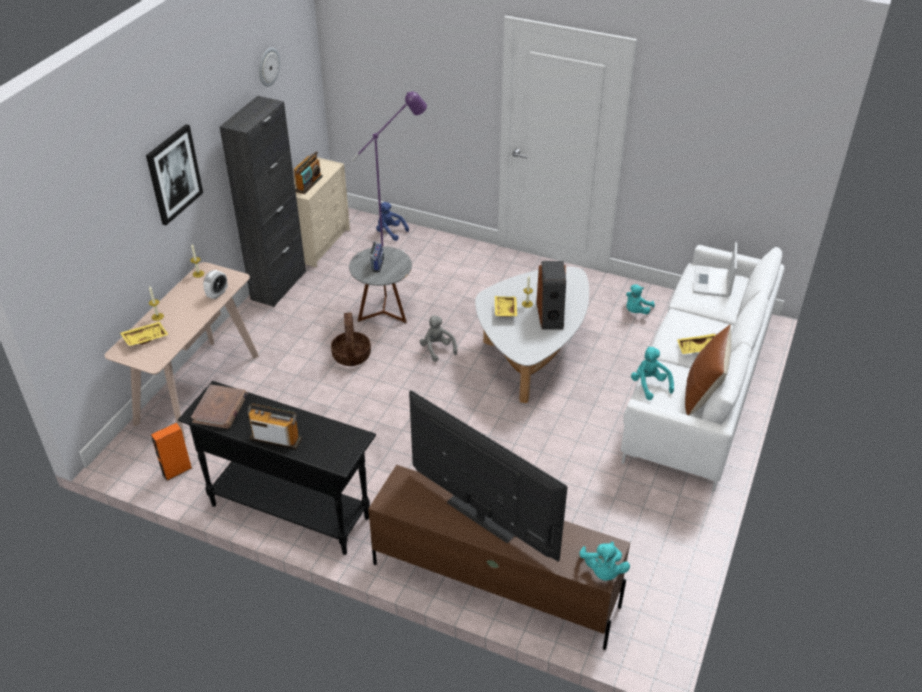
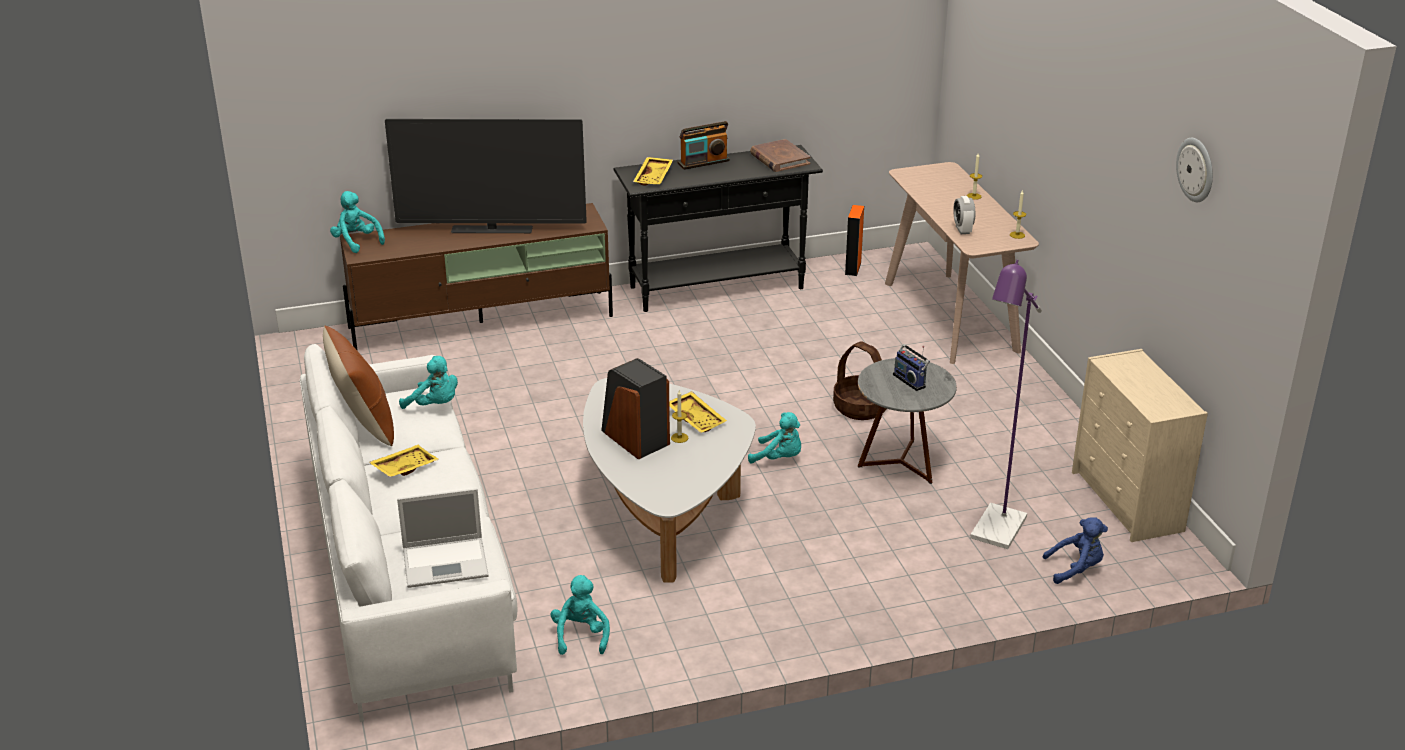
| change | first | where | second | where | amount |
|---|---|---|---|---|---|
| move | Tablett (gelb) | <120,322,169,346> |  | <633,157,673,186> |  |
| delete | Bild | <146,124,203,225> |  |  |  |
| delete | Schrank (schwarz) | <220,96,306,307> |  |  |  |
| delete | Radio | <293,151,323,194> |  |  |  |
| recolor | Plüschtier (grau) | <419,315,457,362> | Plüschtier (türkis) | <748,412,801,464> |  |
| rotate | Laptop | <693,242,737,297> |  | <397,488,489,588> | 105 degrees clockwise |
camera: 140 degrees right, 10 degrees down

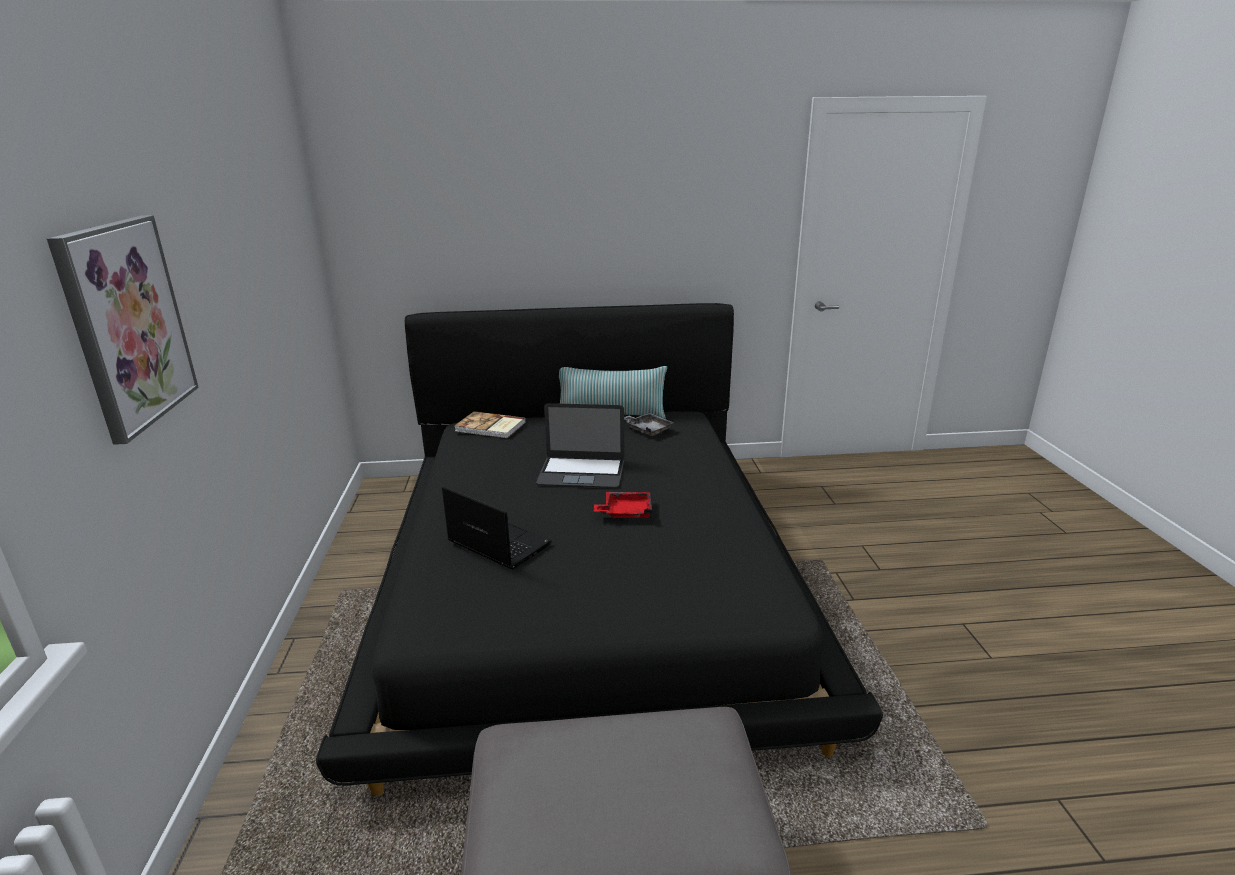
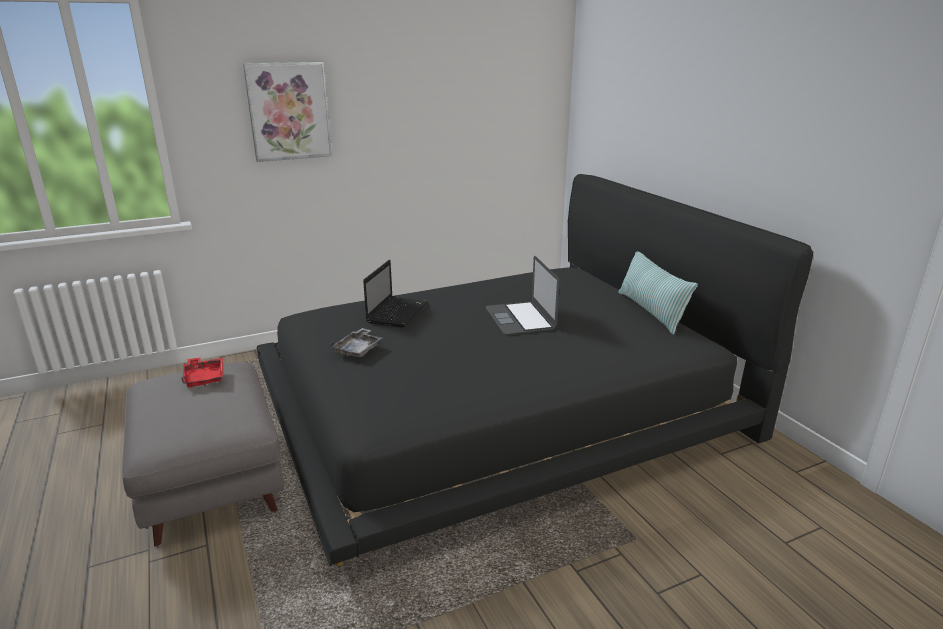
| change | first | where | second | where | amount |
|---|---|---|---|---|---|
| delete | Buch | <454,411,526,438> |  |  |  |
| move | Tablett (rot) | <594,492,652,518> |  | <182,357,224,388> |  |
| move | Tablett (grau) | <624,412,674,436> |  | <330,328,382,357> |  |
camera: 70 degrees right, 0 degrees up

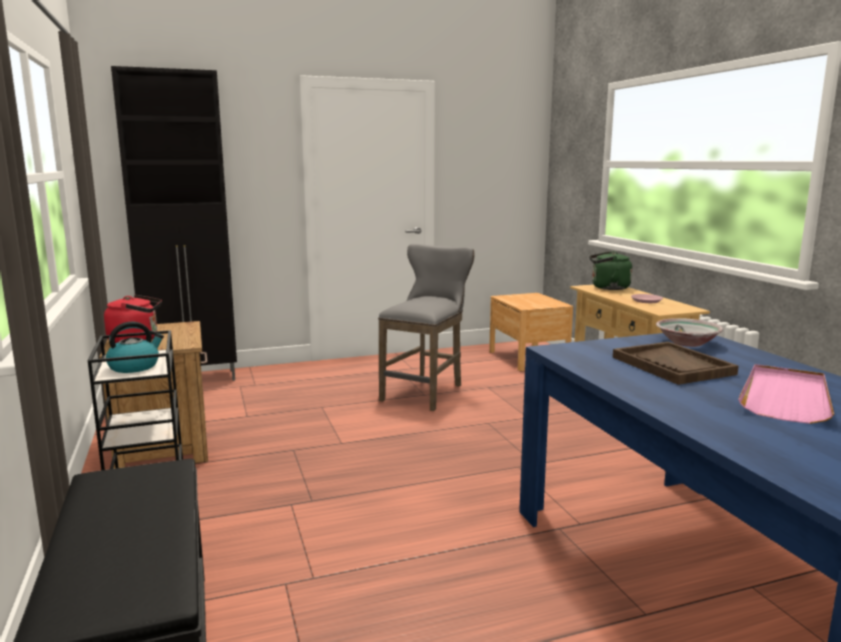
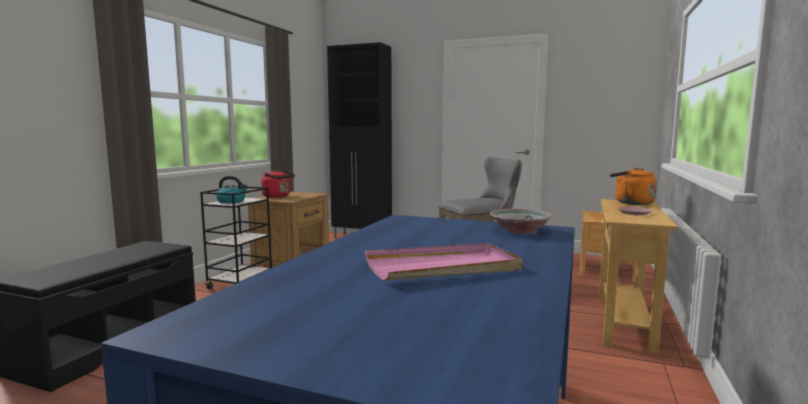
| change | first | where | second | where | amount |
|---|---|---|---|---|---|
| recolor | Wasserkessel (grün) | <589,251,632,290> | Wasserkessel (orange) | <610,167,657,205> |  |
| delete | Tablett (braun) | <613,342,739,385> |  |  |  |
camera: 40 degrees right, 5 degrees down

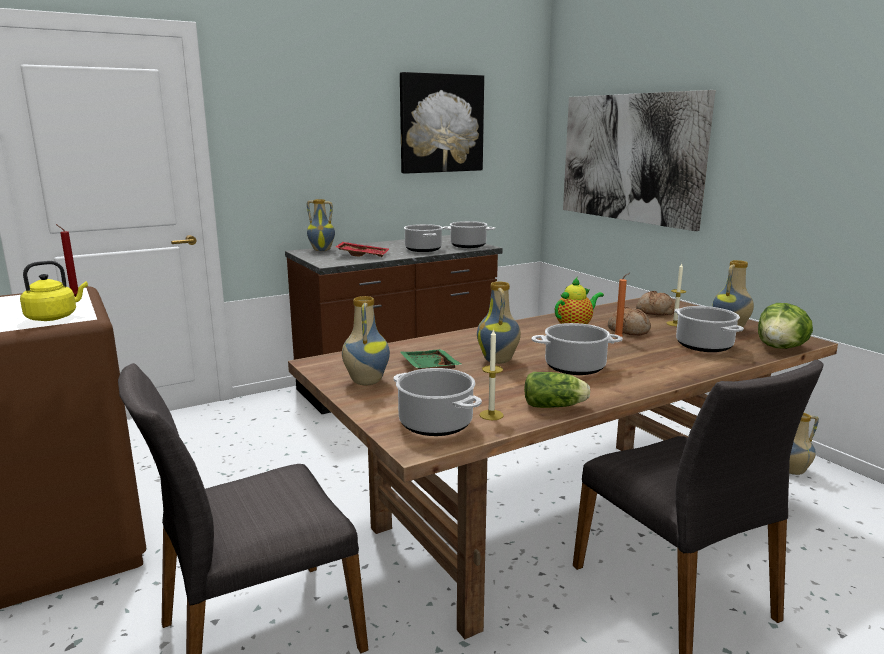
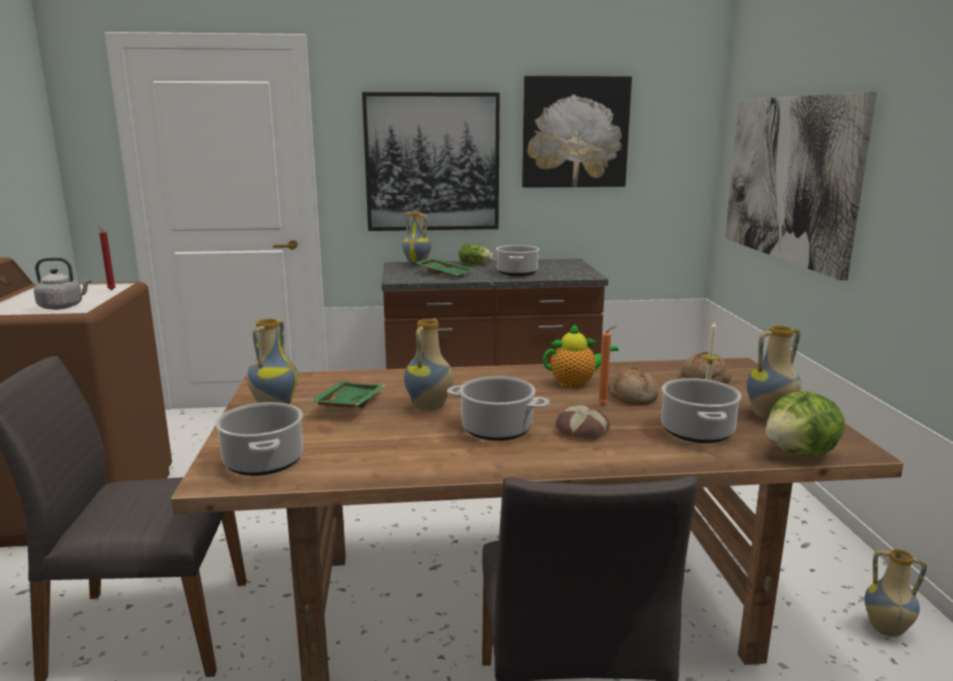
| change | first | where | second | where | amount |
|---|---|---|---|---|---|
| recolor | Wasserkessel (gelb) | <20,261,88,321> | Wasserkessel (grau) | <34,257,92,310> |  |
| recolor | Tablett (rot) | <335,242,389,257> | Tablett (grün) | <416,258,474,278> |  |
| delete | Kochtopf | <442,221,496,248> |  |  |  |
| delete | Kerze | <479,328,504,420> |  |  |  |
| move | Salatkopf | <524,372,590,408> |  | <459,244,493,264> |  |
| insert |  |  | Bild | <362,92,500,231> |  |
| insert |  |  | Brot | <556,405,610,439> |  |
camera: 25 degrees right, 0 degrees up

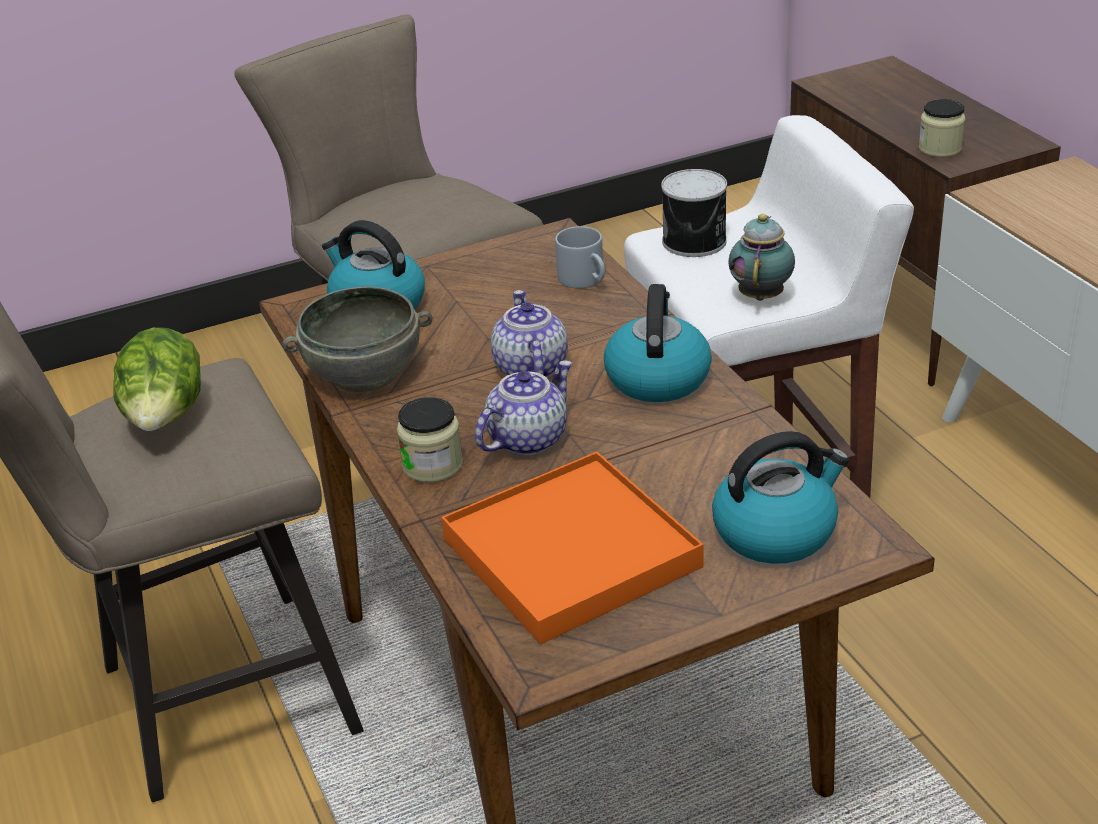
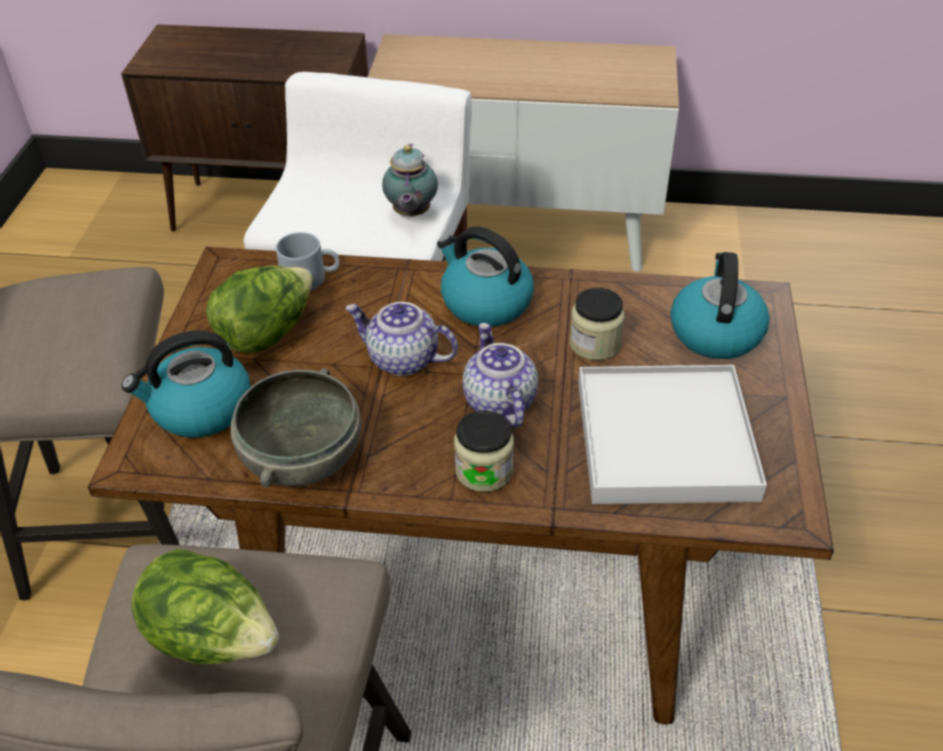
| change | first | where | second | where | amount |
|---|---|---|---|---|---|
| recolor | Tablett (orange) | <441,452,703,644> | Tablett (weiß) | <578,365,767,504> |  |
| delete | Dose | <661,169,727,257> |  |  |  |
| rotate | Teekanne | <728,214,795,301> |  | <382,144,438,217> | 135 degrees counterclockwise |
| move | Vorratsglas | <919,99,965,157> |  | <570,287,625,360> |  |
| insert |  |  | Salatkopf | <206,266,313,353> |  |
camera: 60 degrees left, 10 degrees up

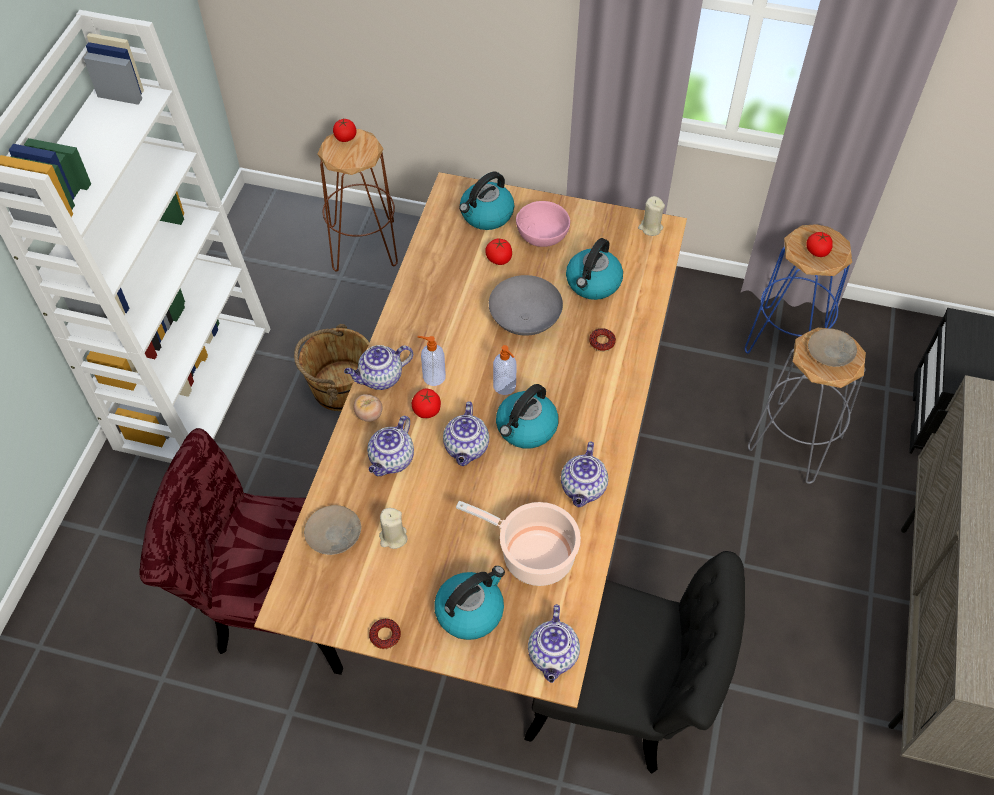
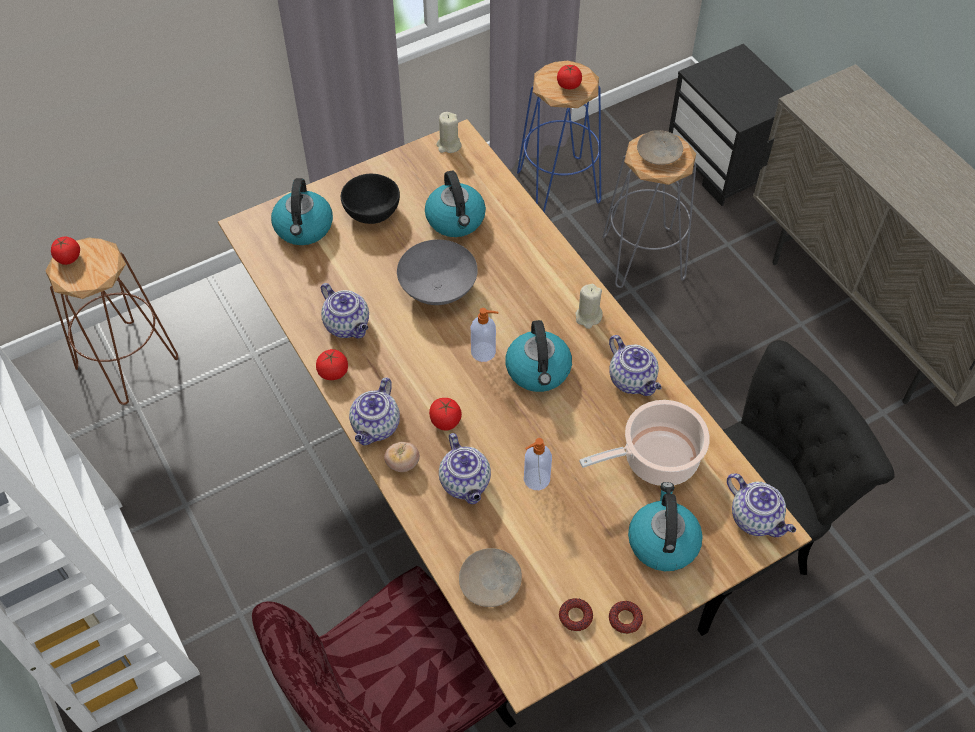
| change | first | where | second | where | amount |
|---|---|---|---|---|---|
| delete | Eimer (braun) | <294,324,369,411> |  |  |  |
| move | Kerze (beige) | <379,508,408,549> |  | <576,284,603,329> |  |
| move | Seifenspender | <418,336,446,386> |  | <524,438,552,490> |  |
| move | Teekanne | <443,401,489,466> |  | <321,283,369,338> |  |
| move | Tomate | <485,239,512,265> |  | <316,349,348,380> |  |
| recolor | Schüssel (rosa) | <516,201,570,247> | Schüssel (schwarz) | <341,174,400,224> |  |
| move | Donut | <589,328,616,352> |  | <559,598,593,632> |  |
camera: 45 degrees left, 0 degrees up

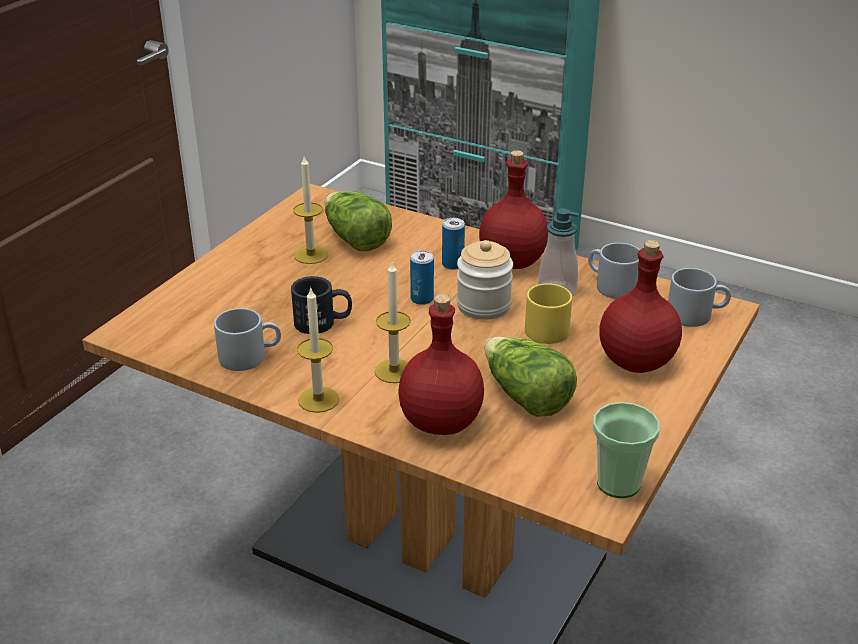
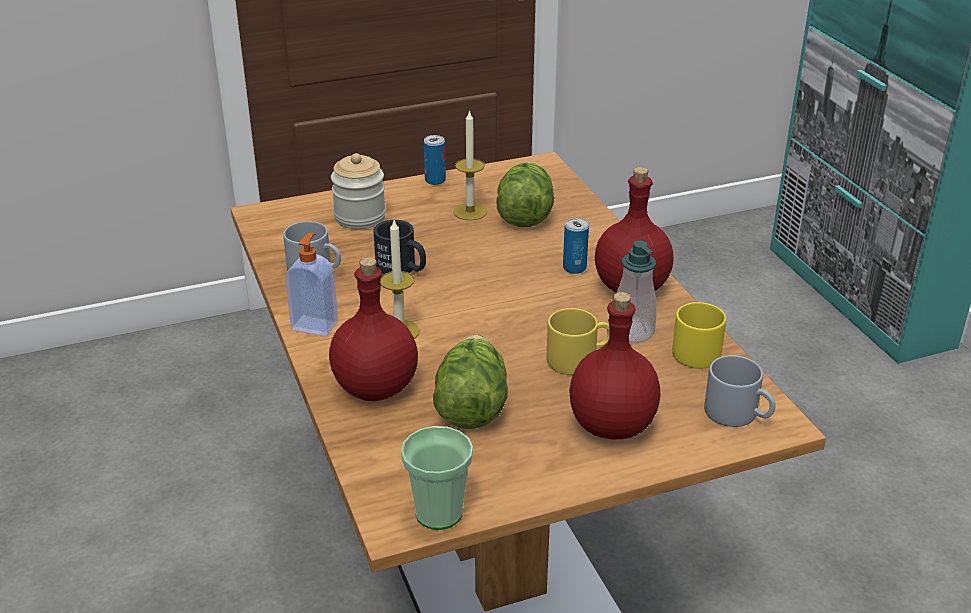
| change | first | where | second | where | amount |
|---|---|---|---|---|---|
| replace | Kerze | <297,287,339,413> | Seifenspender | <285,233,338,337> |  |
| move | Dose | <410,250,434,305> |  | <424,135,446,185> |  |
| move | Vorratsglas | <457,240,513,320> |  | <331,153,386,229> |  |
| recolor | Henkelbecher (grau) | <588,243,640,299> | Henkelbecher (gelb) | <672,302,726,369> |  |
camera: 40 degrees right, 0 degrees up

